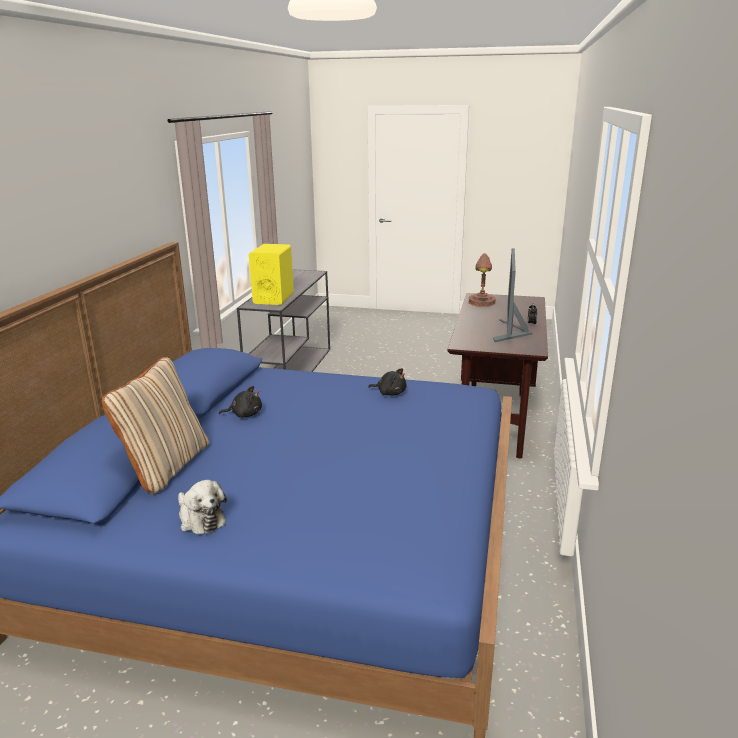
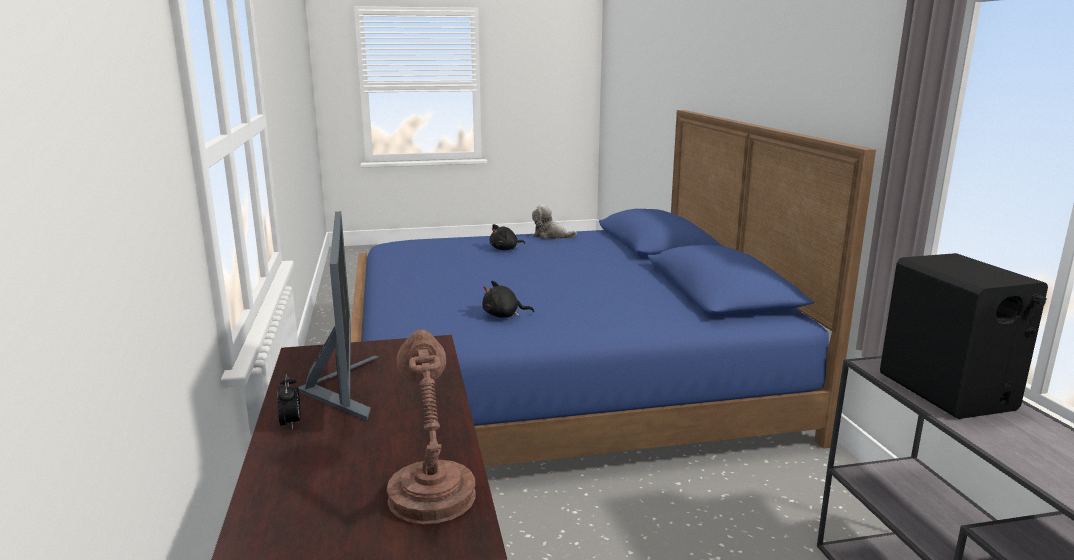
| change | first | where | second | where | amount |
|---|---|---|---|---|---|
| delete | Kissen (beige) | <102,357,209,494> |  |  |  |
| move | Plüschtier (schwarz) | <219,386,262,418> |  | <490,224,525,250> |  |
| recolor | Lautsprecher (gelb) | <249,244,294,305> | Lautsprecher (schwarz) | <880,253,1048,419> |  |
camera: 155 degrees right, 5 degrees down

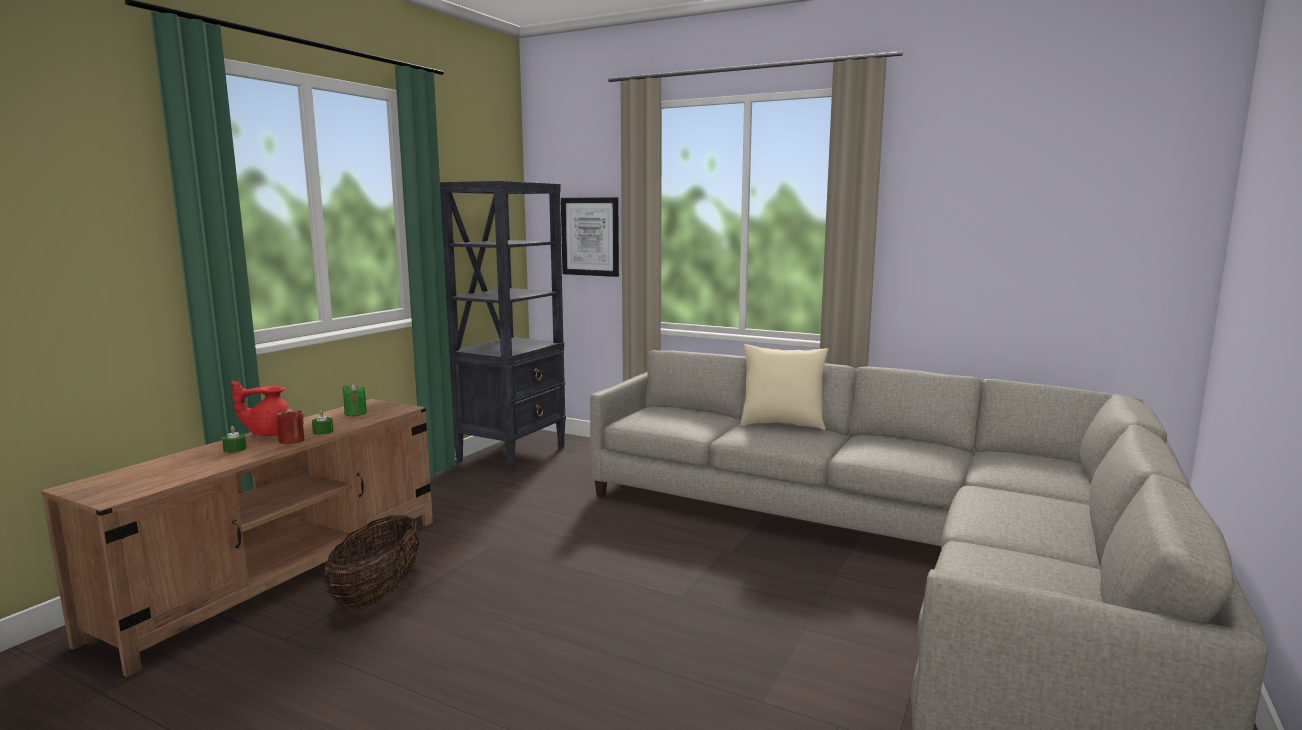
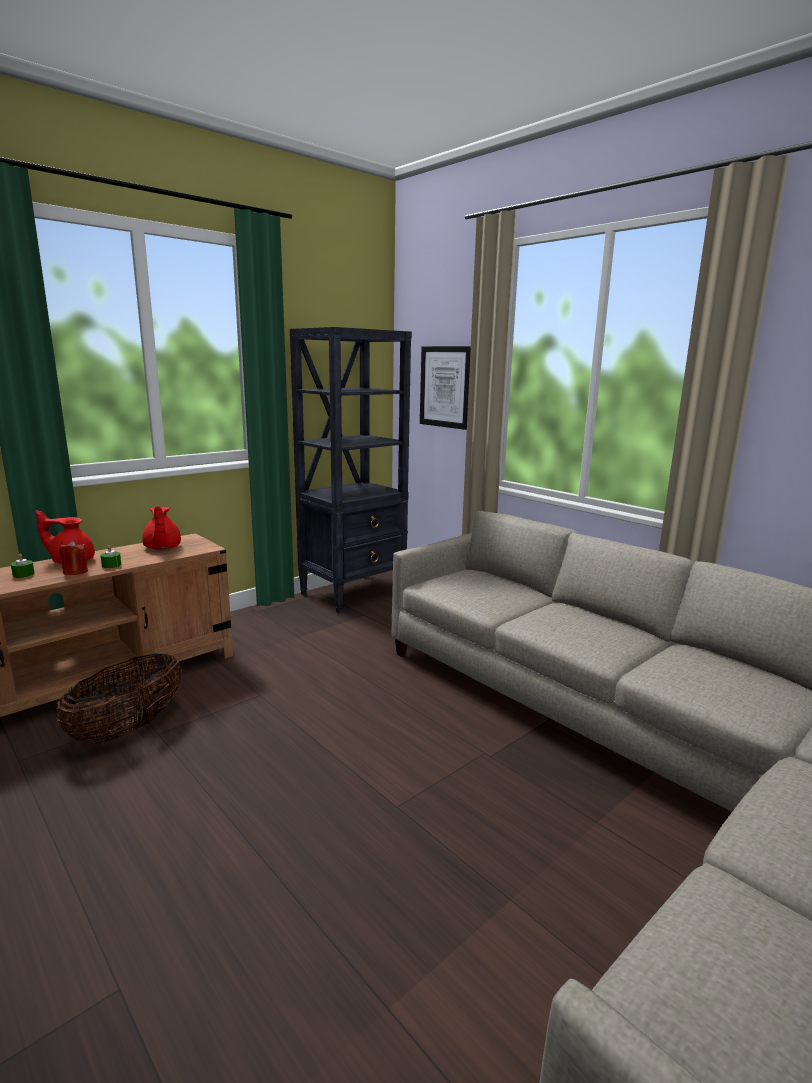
| change | first | where | second | where | amount |
|---|---|---|---|---|---|
| replace | Kerze (grün) | <342,383,367,416> | Teekanne (rot) | <142,506,181,550> |  |
| delete | Kissen (beige) | <740,344,829,430> |  |  |  |
camera: 20 degrees right, 5 degrees up

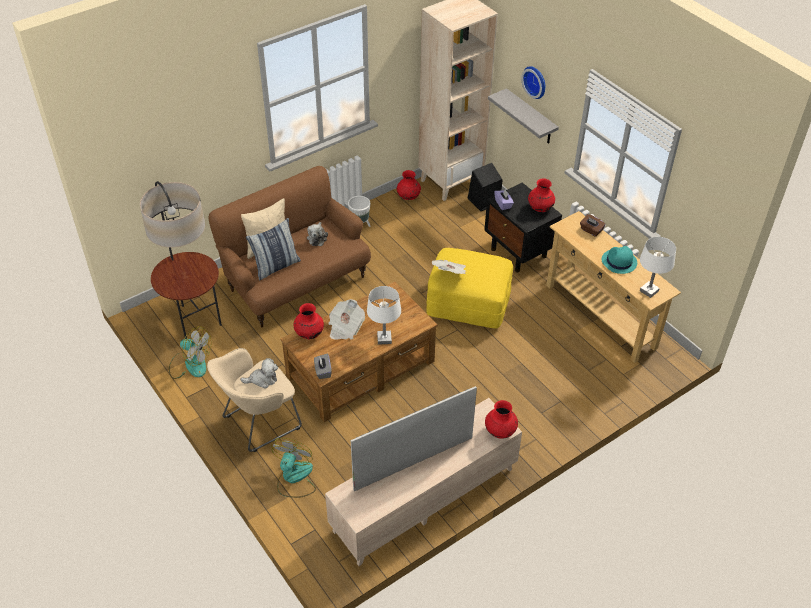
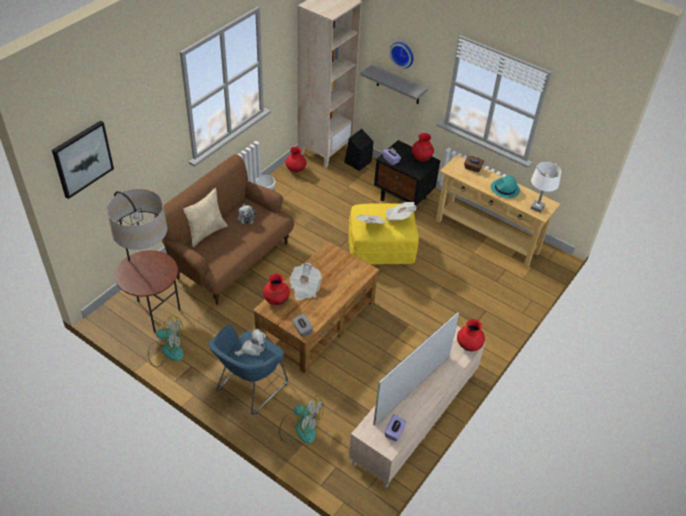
| change | first | where | second | where | amount |
|---|---|---|---|---|---|
| recolor | Sessel (beige) | <207,348,302,452> | Sessel (blau) | <209,325,288,415> |  |
| delete | Kissen | <246,218,301,280> |  |  |  |
| rotate | Ventilator | <271,438,316,498> |  | <279,396,324,444> | 120 degrees clockwise |
| delete | Tischlampe (weiß) | <367,286,401,345> |  |  |  |
| insert |  |  | Bild | <52,121,114,199> |  |
| insert |  |  | Taschentuchbox (lila) | <385,414,406,442> |  |
| insert |  |  | Zeitung | <386,202,417,221> |  |
camera: 20 degrees left, 0 degrees up

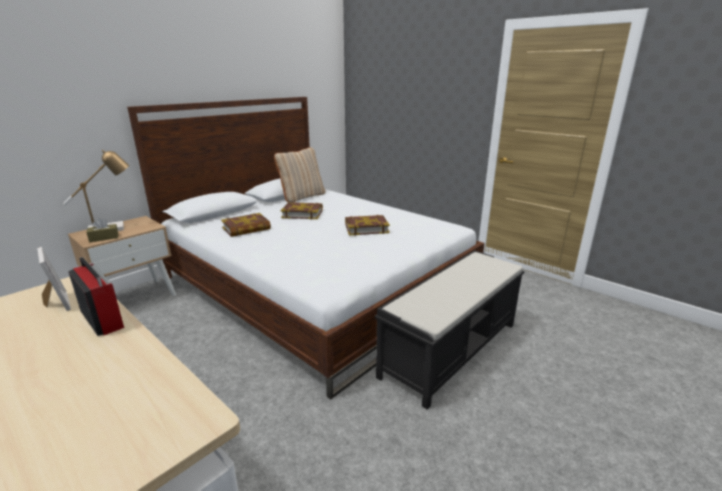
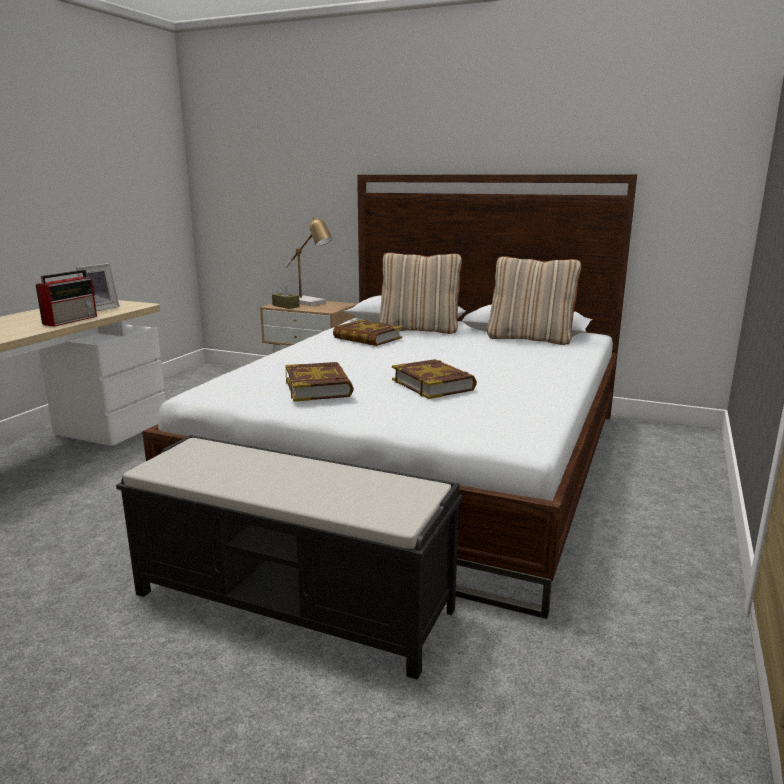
| change | first | where | second | where | amount |
|---|---|---|---|---|---|
| move | Buch | <280,202,323,219> |  | <286,362,354,402> |  |
| insert |  |  | Kissen (beige) | <379,252,462,334> |  |
camera: 70 degrees right, 5 degrees down

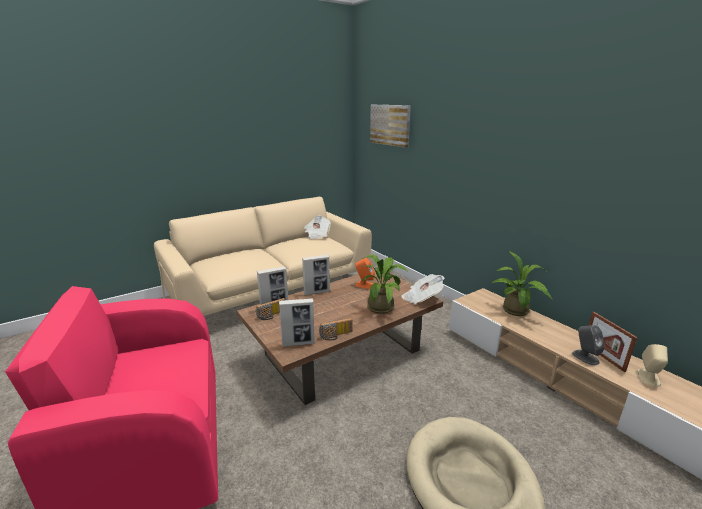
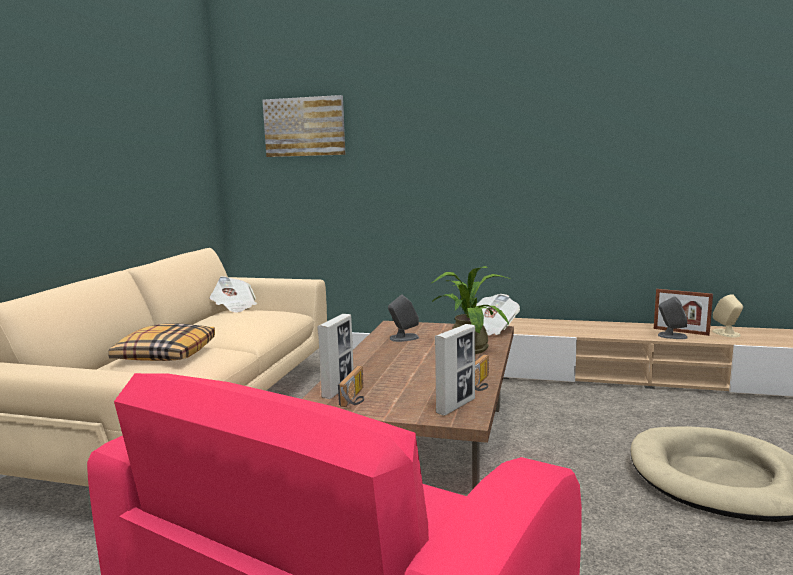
| change | first | where | second | where | amount |
|---|---|---|---|---|---|
| delete | Bilderrahmen | <302,255,330,295> |  |  |  |
| recolor | Lautsprecher (orange) | <355,258,375,289> | Lautsprecher (grau) | <388,294,419,342> |  |
| delete | Topfpflanze | <491,251,553,316> |  |  |  |
| insert |  |  | Kissen | <108,324,215,361> |  |
camera: 40 degrees left, 10 degrees down

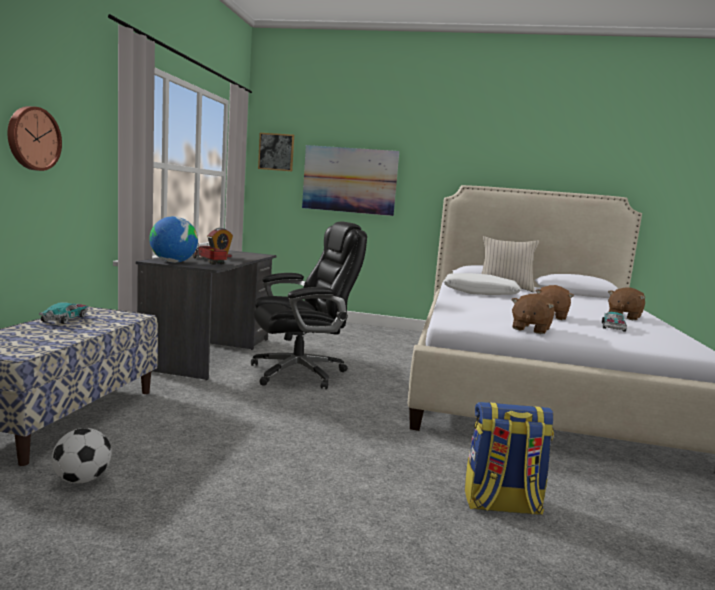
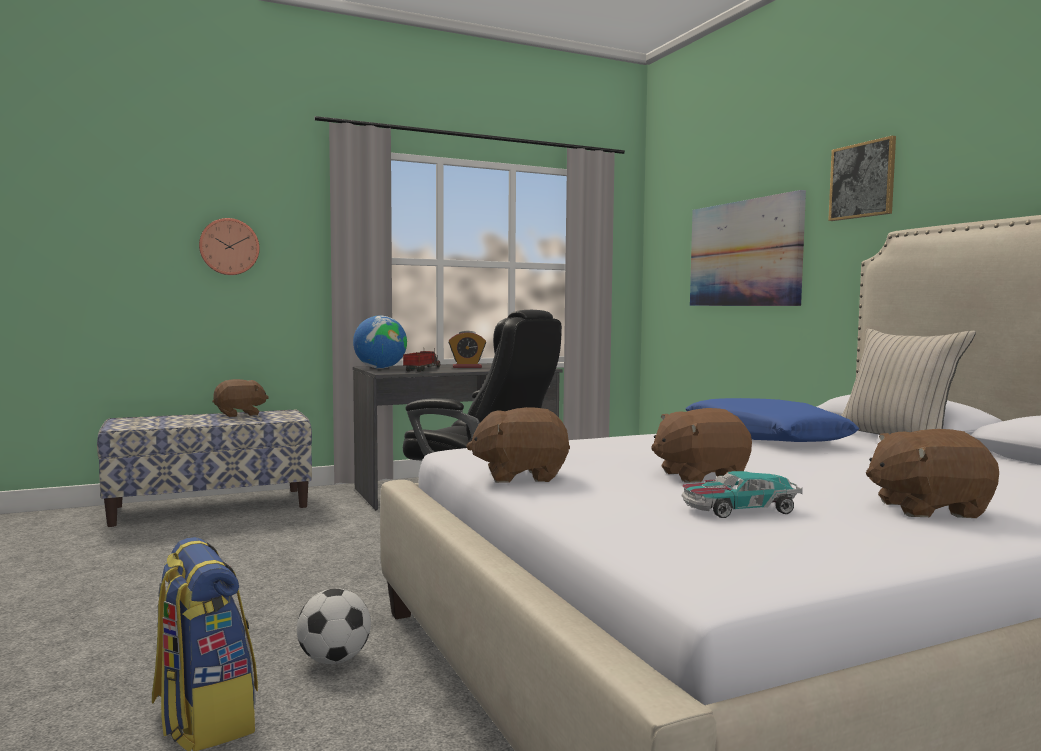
| change | first | where | second | where | amount |
|---|---|---|---|---|---|
| replace | Spielzeugauto | <39,303,88,324> | Plüschtier (braun) | <213,379,269,417> |  |
| move | Fußball | <52,428,112,483> |  | <297,588,371,664> |  |
| move | Bild | <258,133,294,171> |  | <828,136,896,221> |  |
| recolor | Kissen (weiß) | <443,273,521,295> | Kissen (blau) | <686,398,859,442> |  |
camera: 55 degrees right, 5 degrees down

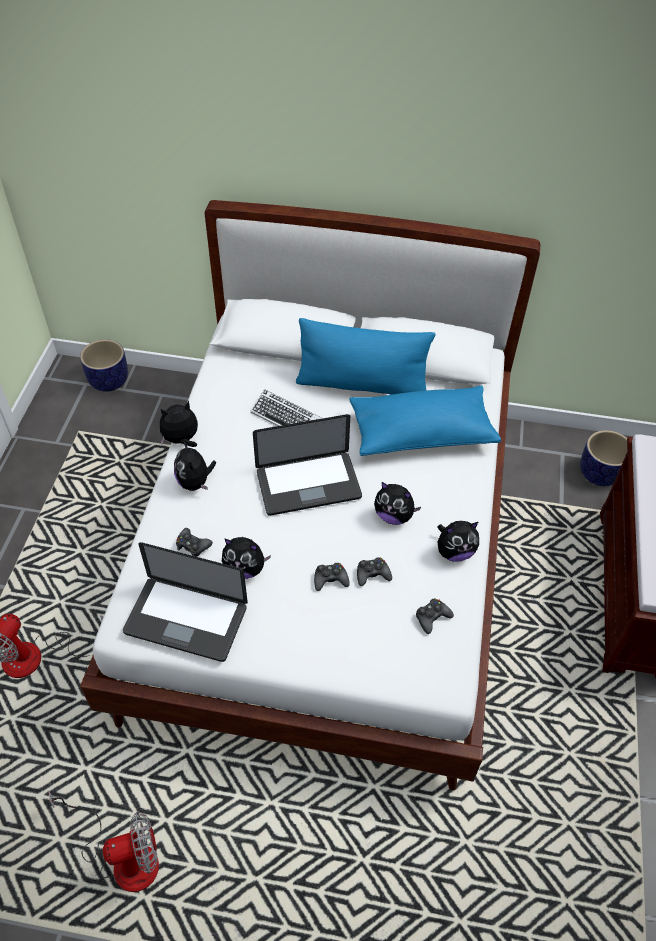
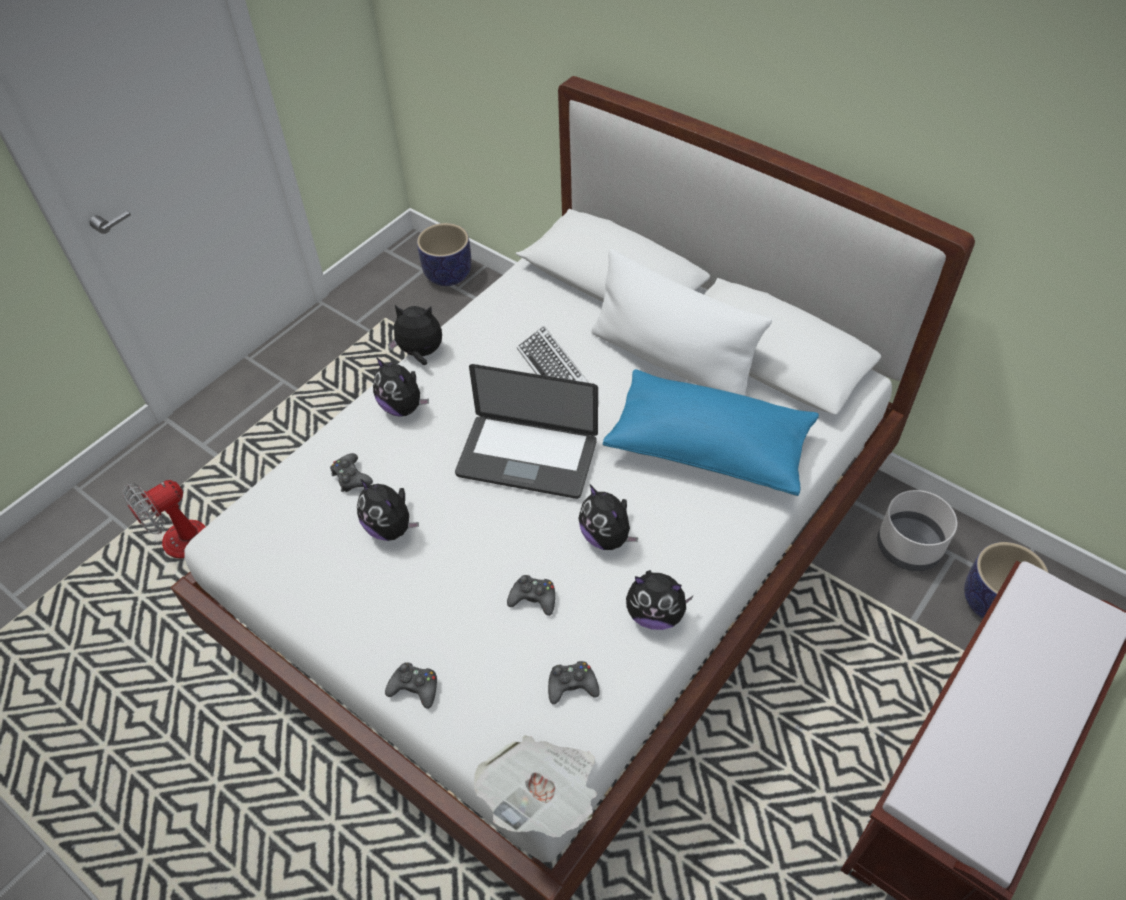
| change | first | where | second | where | amount |
|---|---|---|---|---|---|
| delete | Ventilator | <48,791,159,892> |  |  |  |
| delete | Laptop | <123,542,248,662> |  |  |  |
| rotate | Plüschtier | <174,441,216,491> |  | <373,357,429,417> | 60 degrees counterclockwise |
| recolor | Kissen (blau) | <296,318,435,395> | Kissen (weiß) | <591,249,772,396> |  |
| move | Gamepad (schwarz) | <314,563,350,591> |  | <385,662,437,709> |  |
| insert |  |  | Zeitung | <474,735,597,838> |  |
| insert |  |  | Pflanzkübel (grau) | <877,490,957,571> |  |
camera: 30 degrees right, 0 degrees up

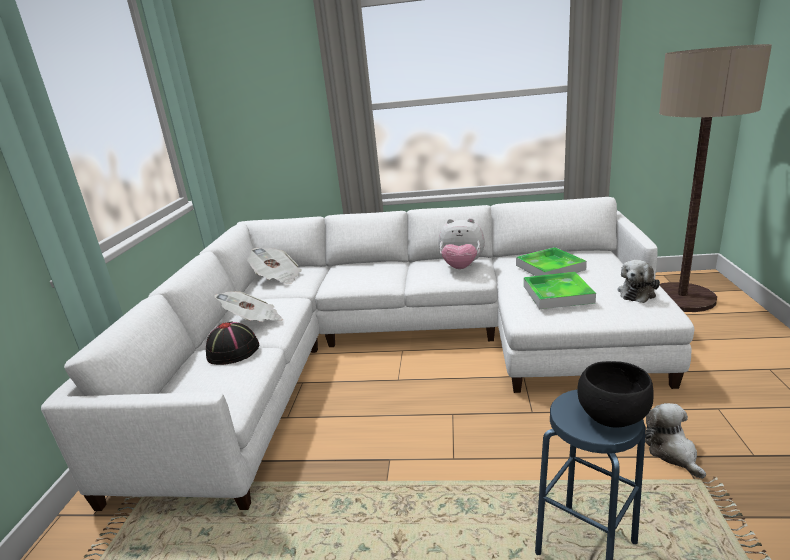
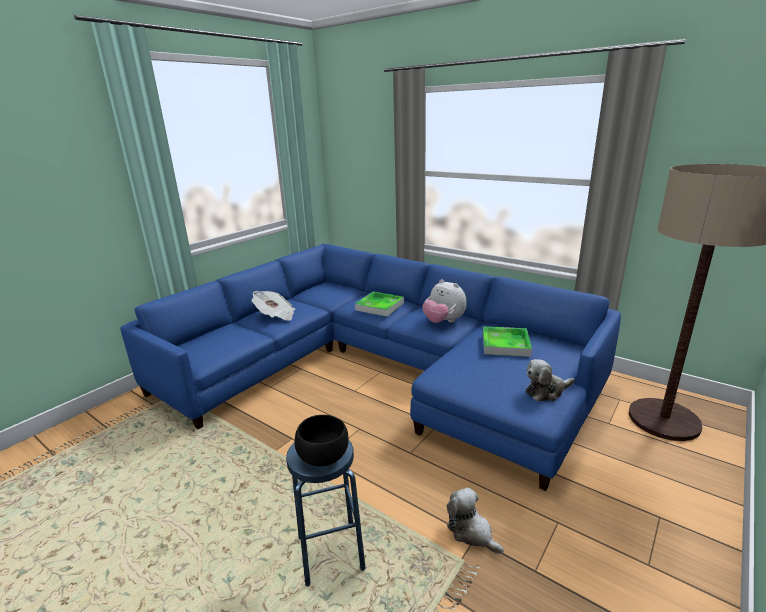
| change | first | where | second | where | amount |
|---|---|---|---|---|---|
| recolor | Sofa (weiß) | <41,197,694,511> | Sofa (blau) | <120,244,621,491> |  |
| delete | Hut (schwarz) | <206,321,259,365> |  |  |  |
| delete | Zeitung | <247,248,302,284> |  |  |  |
| move | Tablett | <524,272,596,309> |  | <355,292,404,317> |  |
| rotate | Plüschtier | <645,403,706,479> |  | <447,487,504,554> | 60 degrees counterclockwise |
camera: 30 degrees right, 0 degrees up

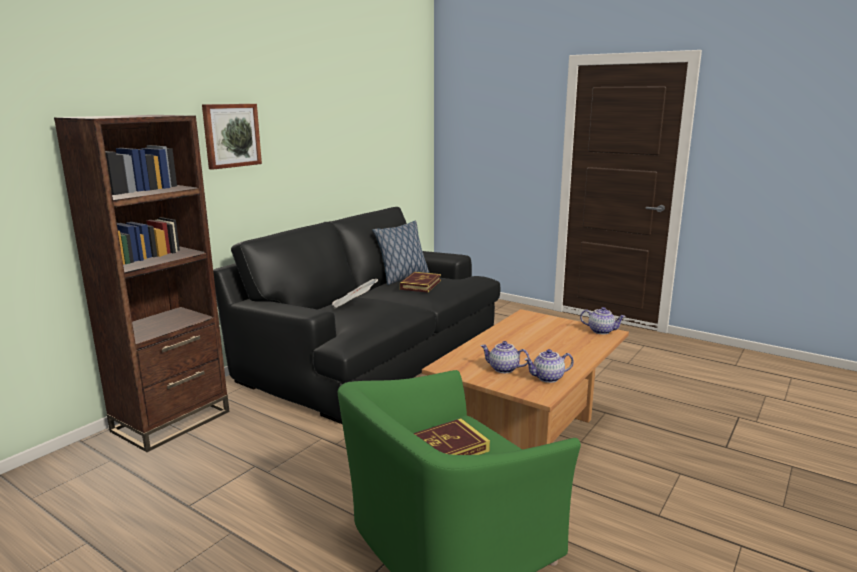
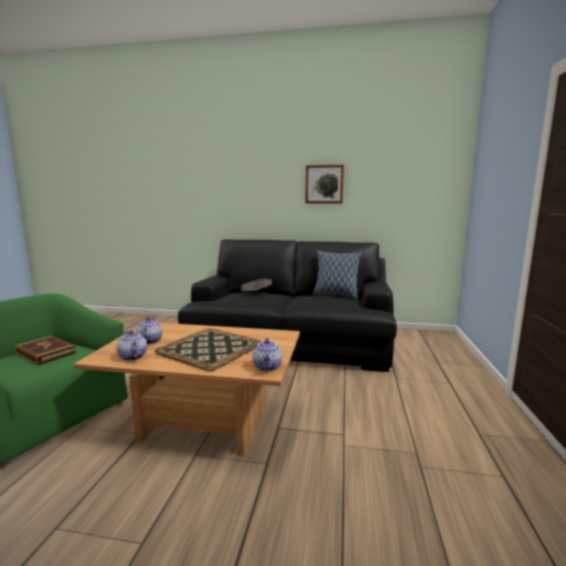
| change | first | where | second | where | amount |
|---|---|---|---|---|---|
| delete | Bücherregal (braun) | <54,115,229,452> |  |  |  |
| move | Bild | <202,104,262,170> |  | <305,165,344,204> |  |
| delete | Buch | <400,272,441,293> |  |  |  |
| insert |  |  | Tablett | <155,328,261,371> |  |
camera: 65 degrees right, 5 degrees down

